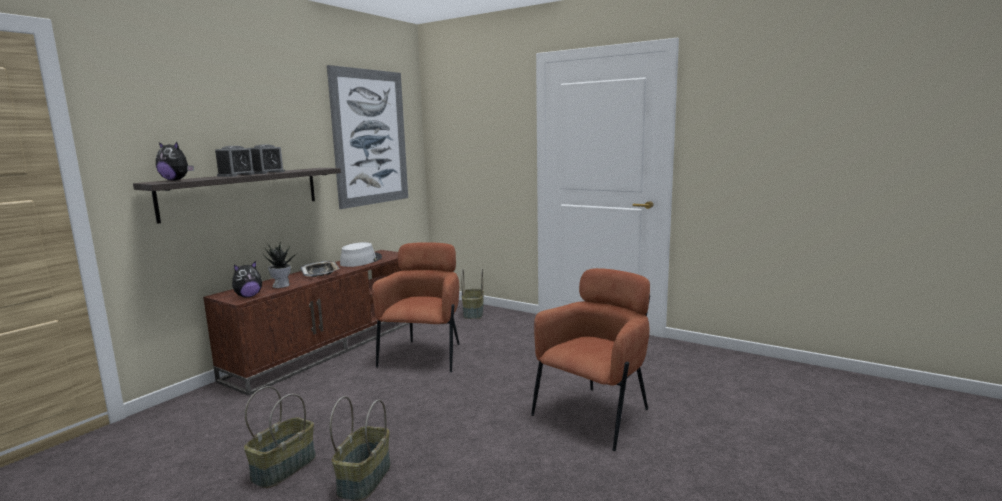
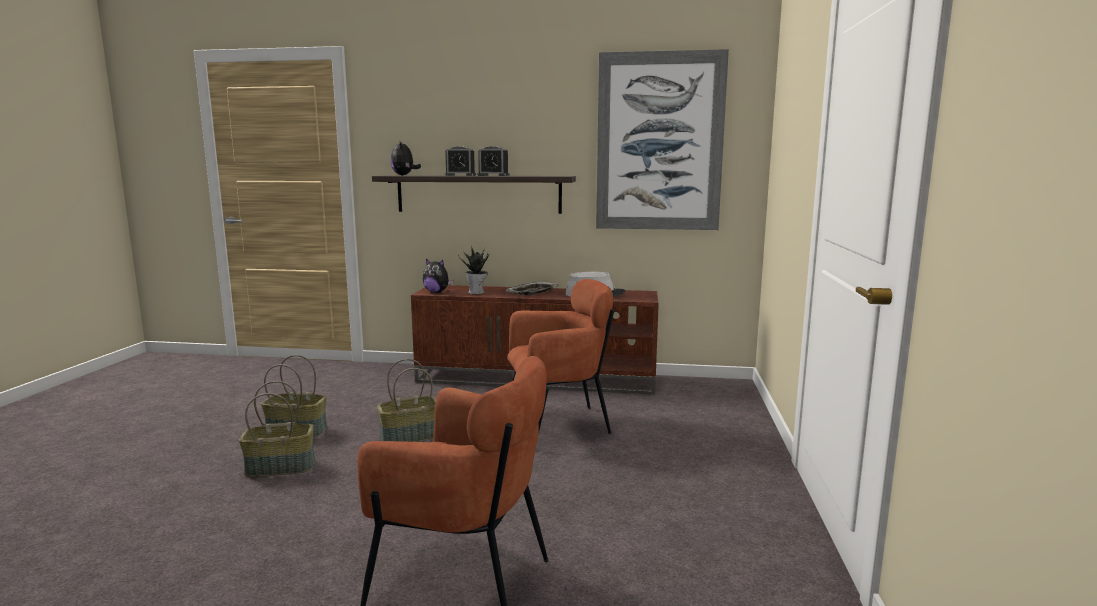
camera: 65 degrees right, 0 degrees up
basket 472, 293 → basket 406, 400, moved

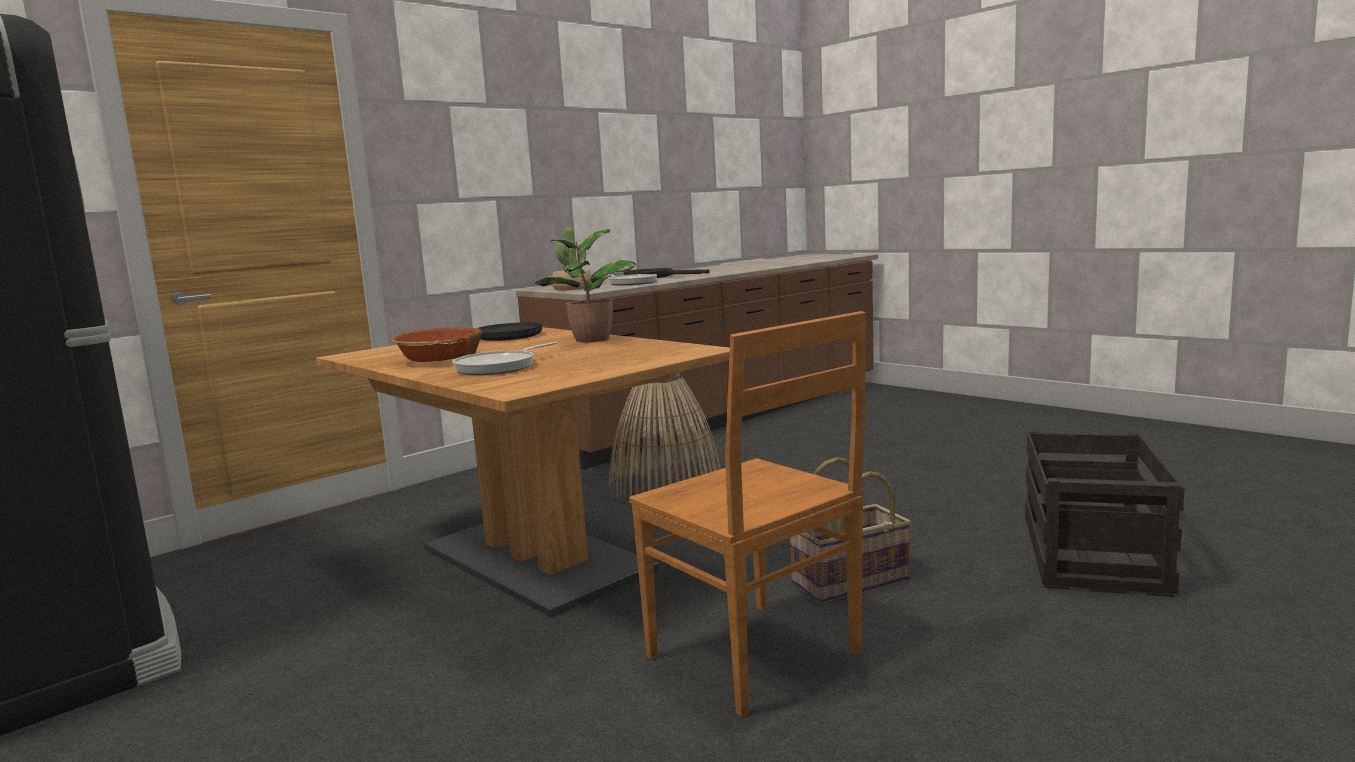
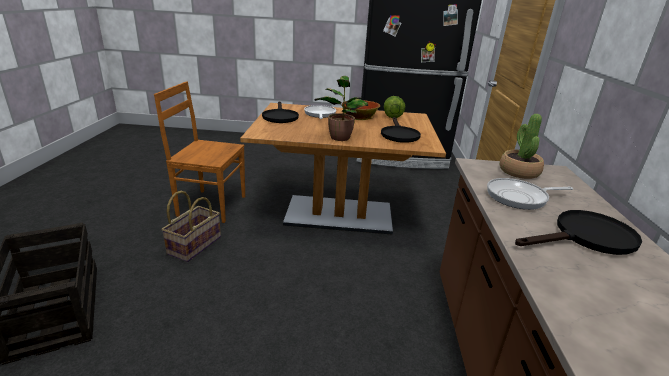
camera: 135 degrees right, 15 degrees up
- → black frying pan 280, 112
- → lettuce 395, 107
basket 665, 436 → -

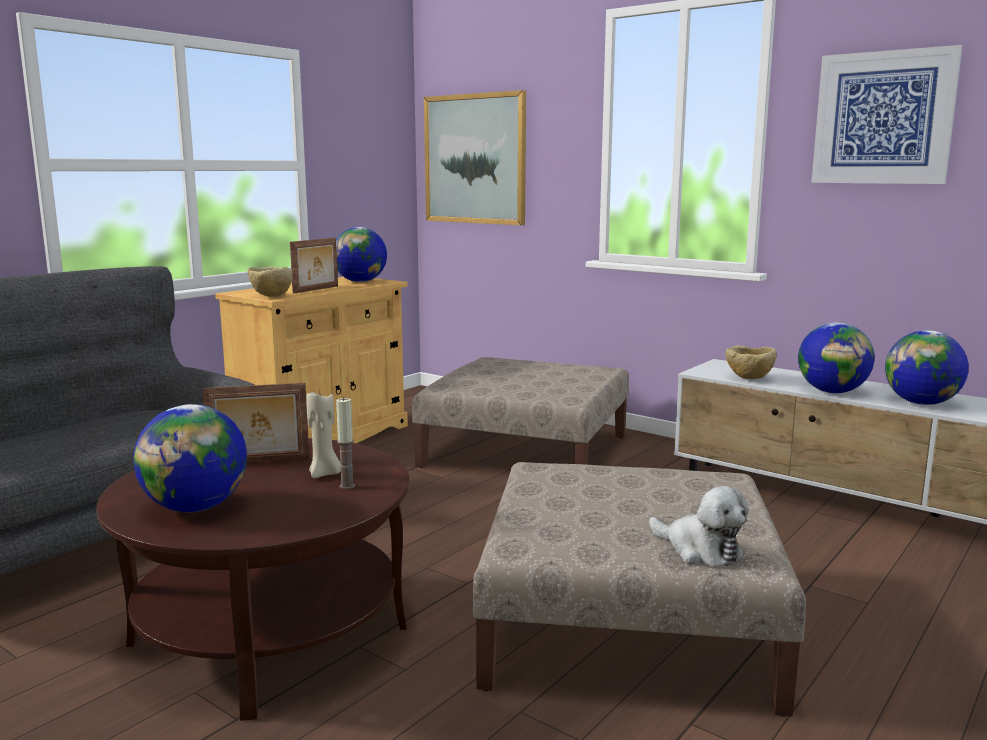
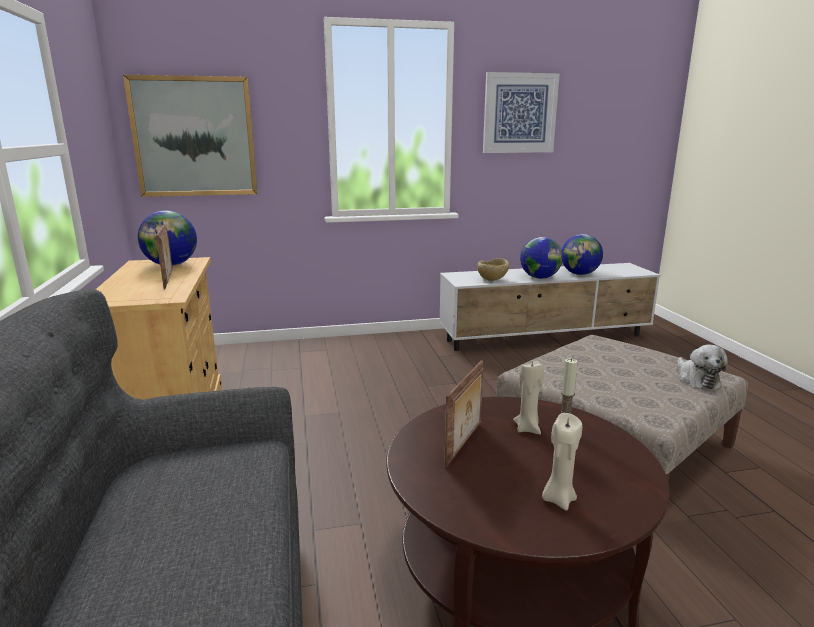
camera: 50 degrees left, 5 degrees up
globe 190, 458 → beige candle 562, 462
plush toy 699, 526 → plush toy 702, 367, 90 degrees clockwise
beige bowl 270, 281 → -
beige ottoman 520, 412 → -

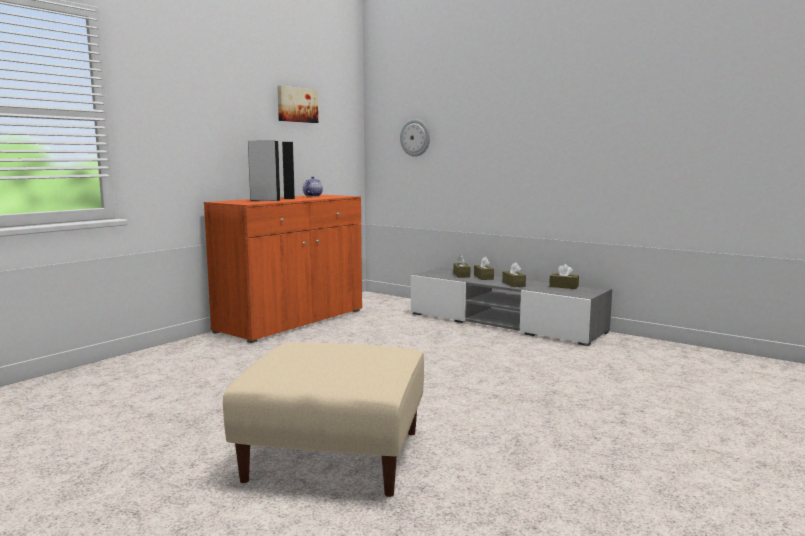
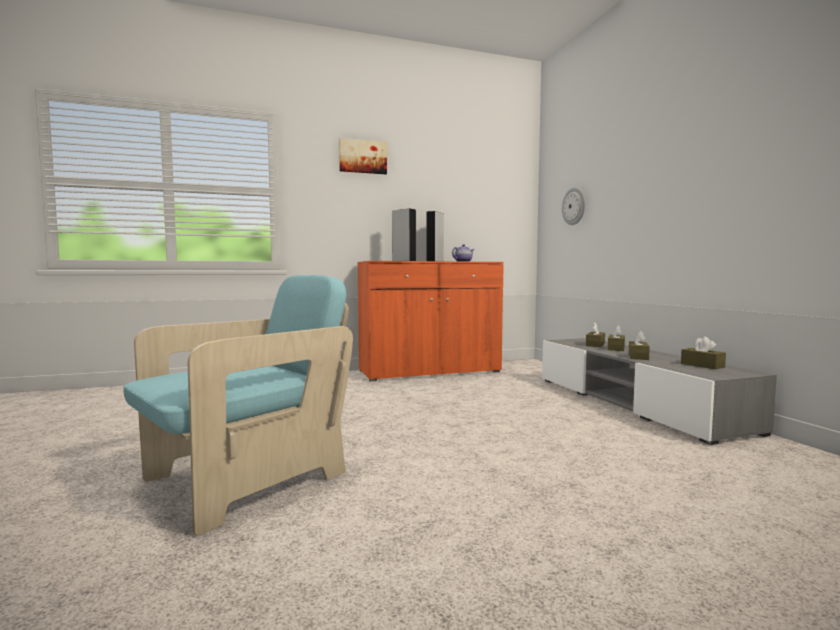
camera: 35 degrees right, 5 degrees down
beige ottoman 323, 419 → turquoise armchair 238, 405
picture 297, 104 → picture 363, 156, moved

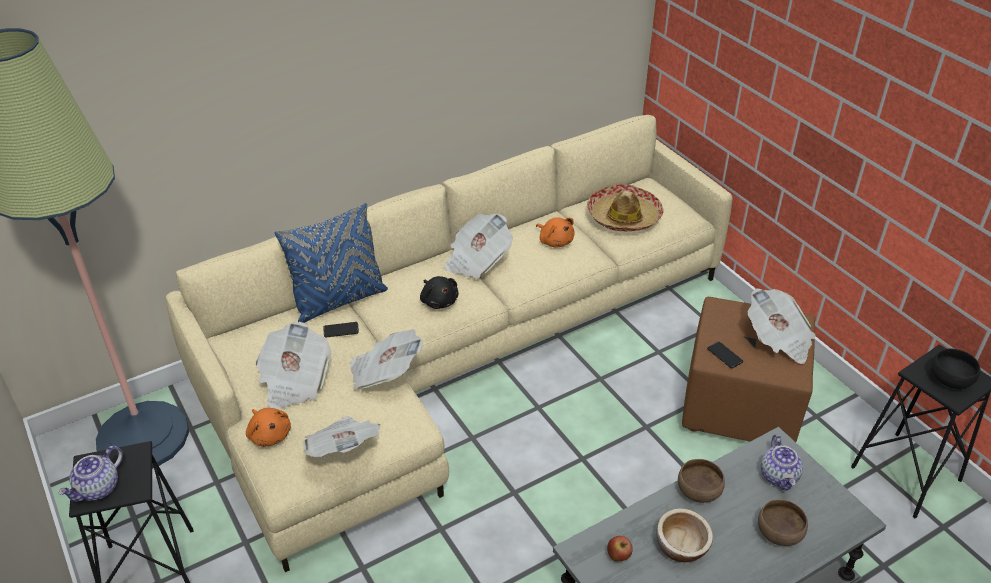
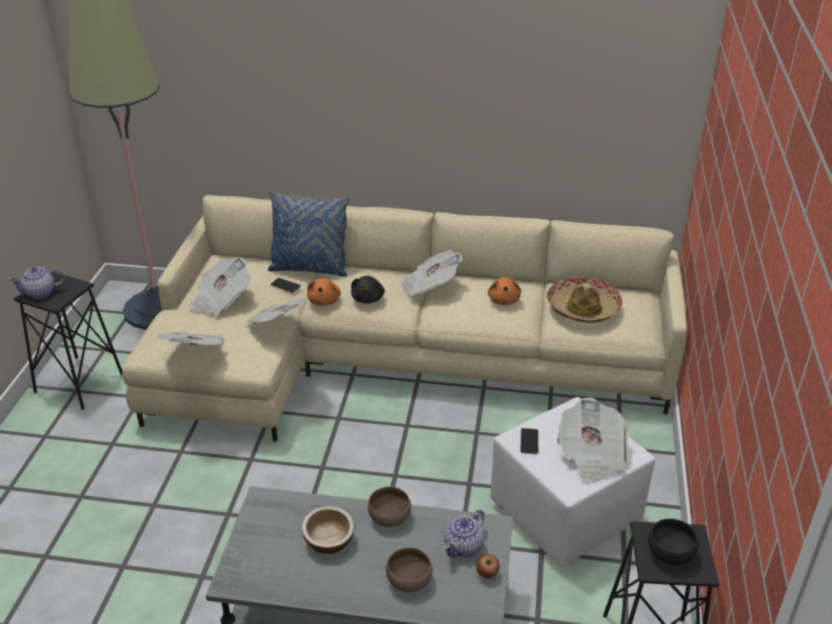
camera: 40 degrees right, 5 degrees down
orange plush toy 268, 427 → orange plush toy 324, 292, moved
apple 620, 548 → apple 488, 566, moved
brown ottoman 748, 369 → white ottoman 572, 482

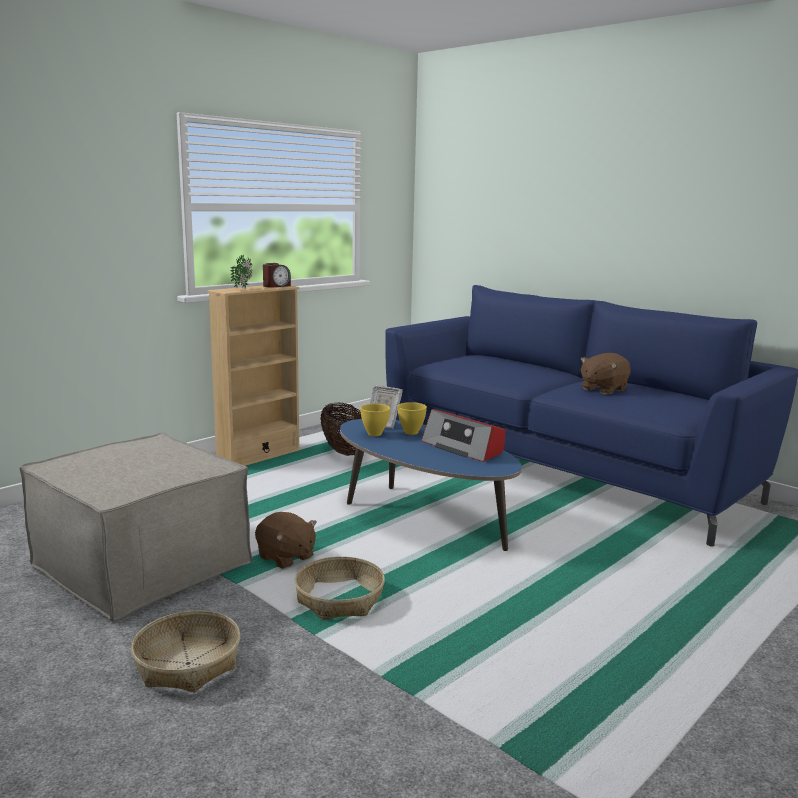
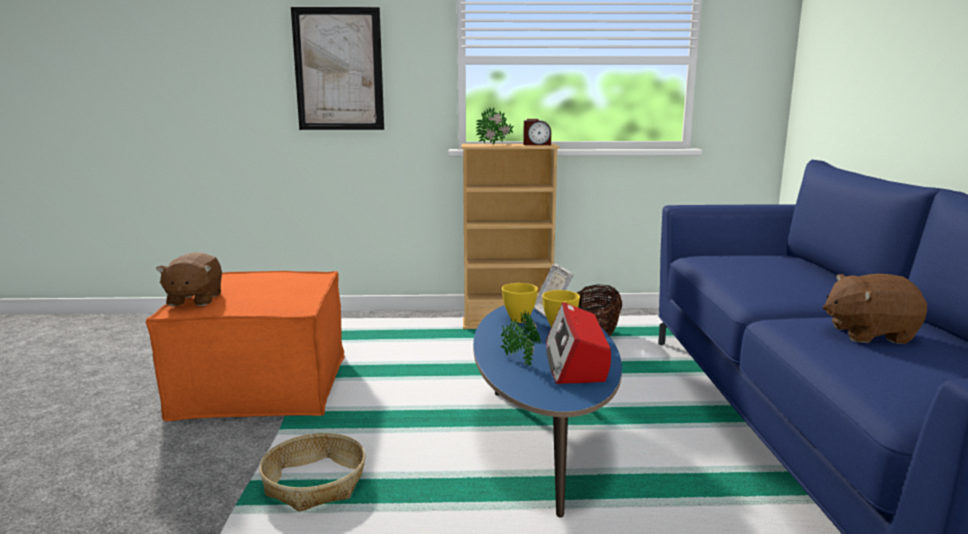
camera: 45 degrees right, 0 degrees up
beige ottoman 136, 526 → orange ottoman 245, 346
brown plush toy 286, 540 → brown plush toy 189, 279, moved
- → picture 337, 68
- → potted plant 520, 338
basket 185, 651 → -

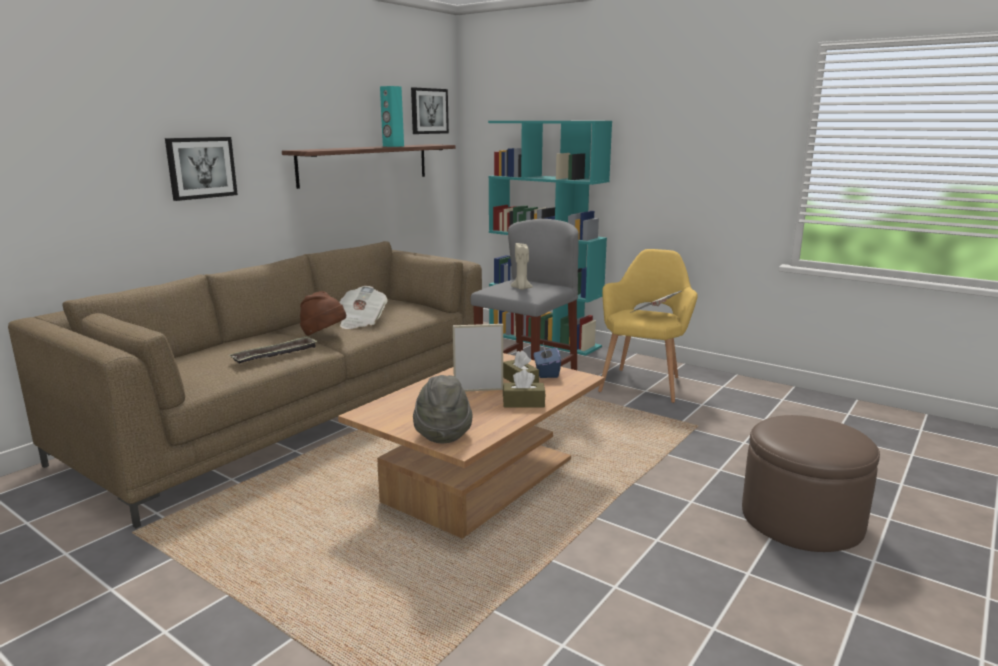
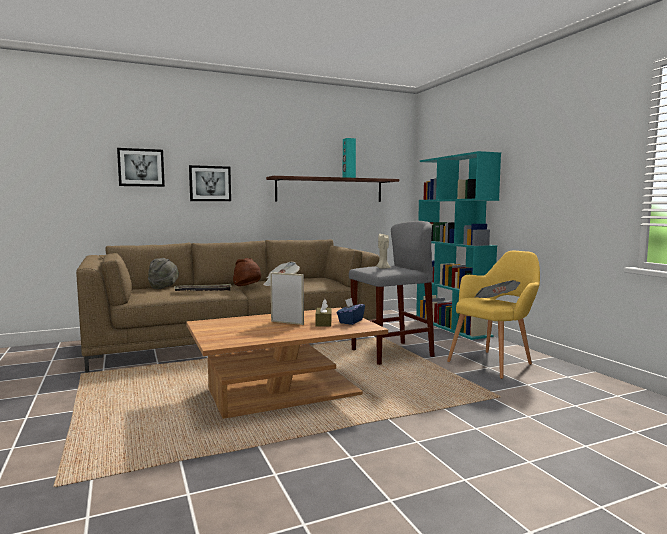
camera: 30 degrees right, 10 degrees down
picture 430, 111 → picture 141, 167, moved
grey hat 443, 409 → grey hat 163, 273, moved
brown tissue box 524, 389 → -
brown ottoman 811, 483 → -

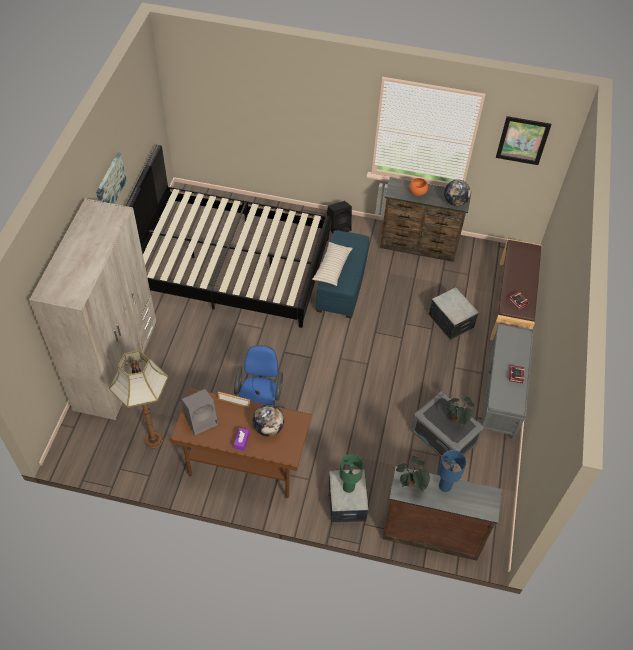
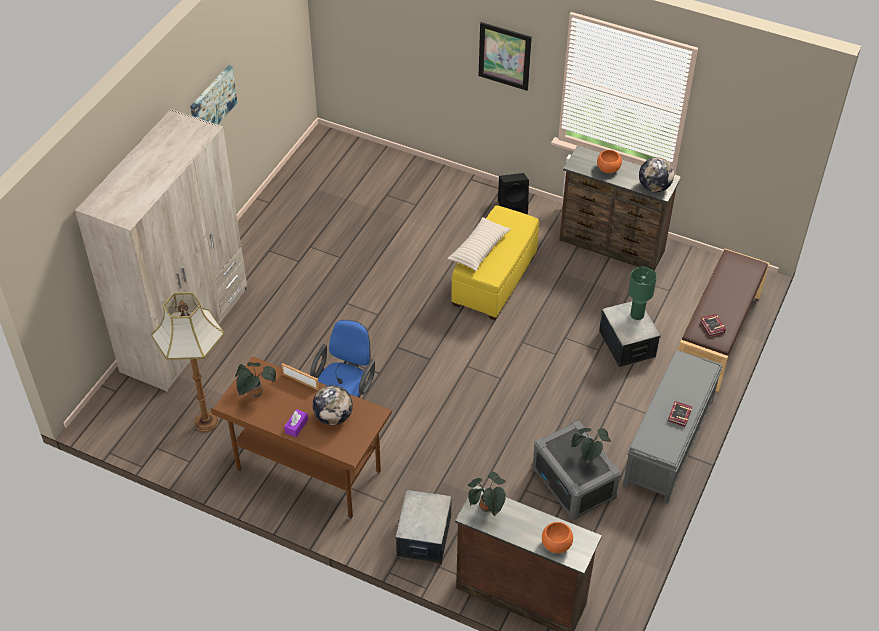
camera: 15 degrees right, 5 degrees down
grey speaker 200, 412 → potted plant 255, 379
blue ottoman 342, 274 → yellow ottoman 495, 263
picture 523, 140 → picture 505, 56, moved
- → orange bowl 557, 537
green table lamp 351, 473 → green table lamp 642, 293, moved
black bed 228, 236 → -
blue table lamp 452, 471 → -

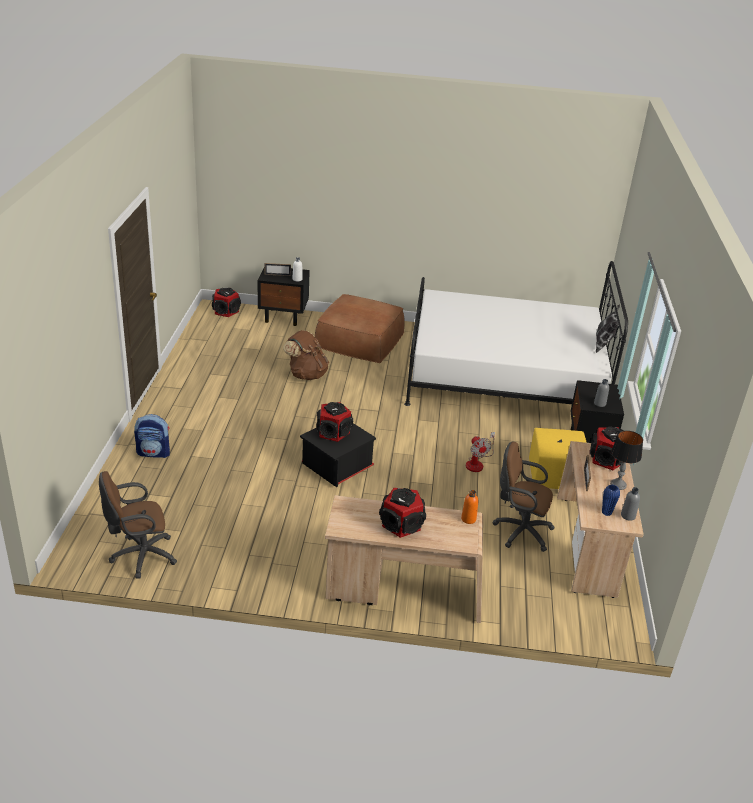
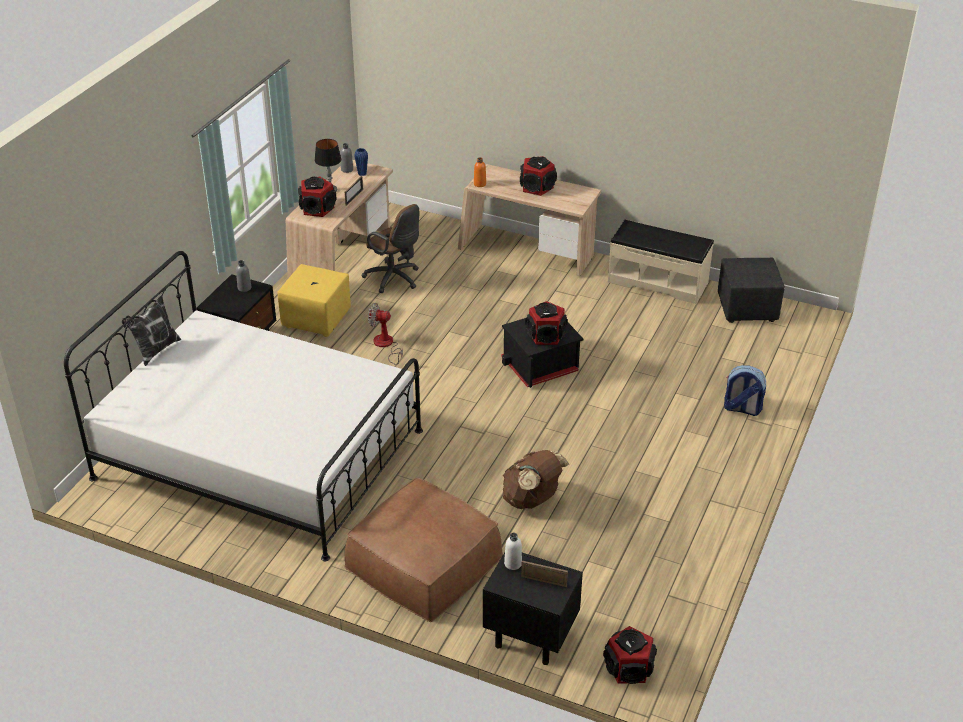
camera: 160 degrees left, 5 degrees up
fan 480, 452 → fan 385, 334, 75 degrees counterclockwise
- → beige bench 661, 262
brown office chair 138, 525 → black ottoman 751, 290

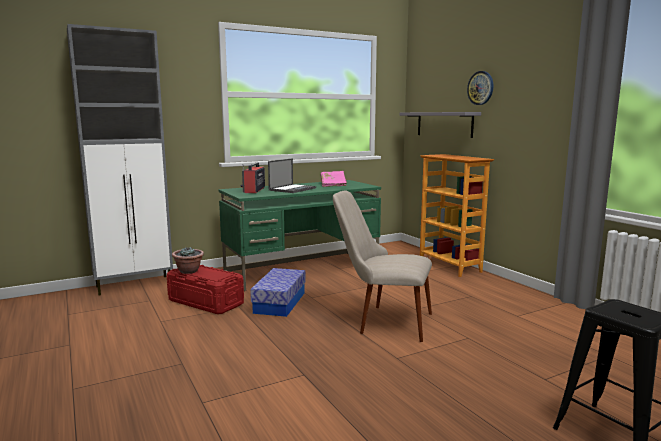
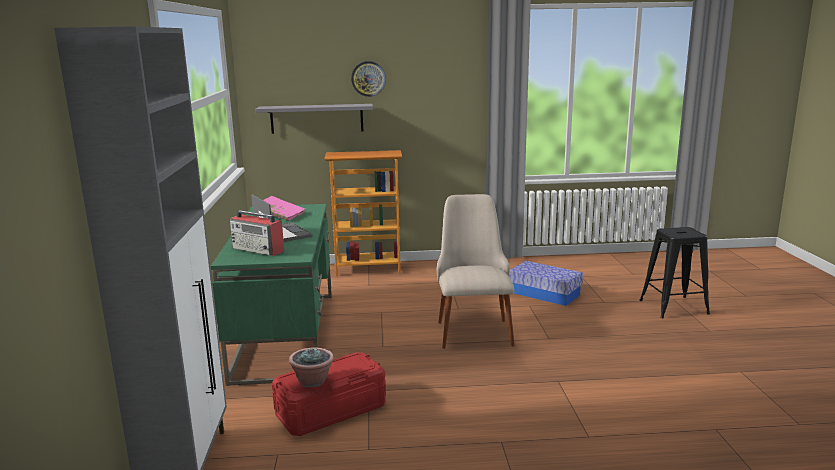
camera: 65 degrees left, 5 degrees up
beige chair 382, 266 → beige chair 475, 271, 135 degrees clockwise
storage box 278, 292 → storage box 546, 283, moved

